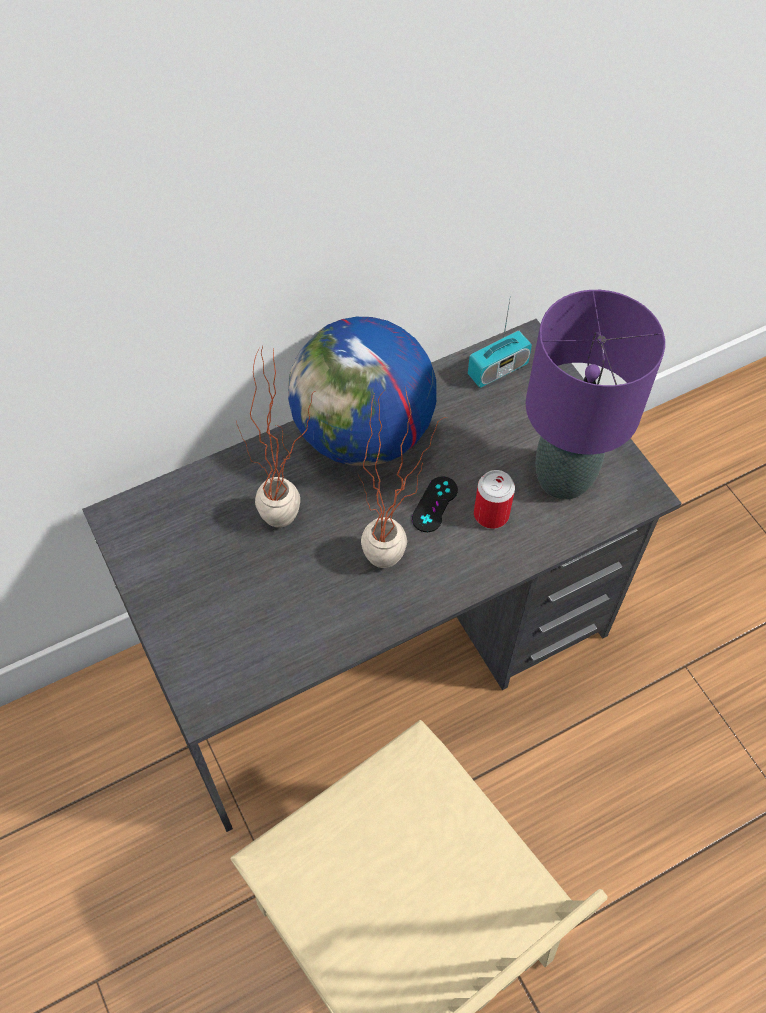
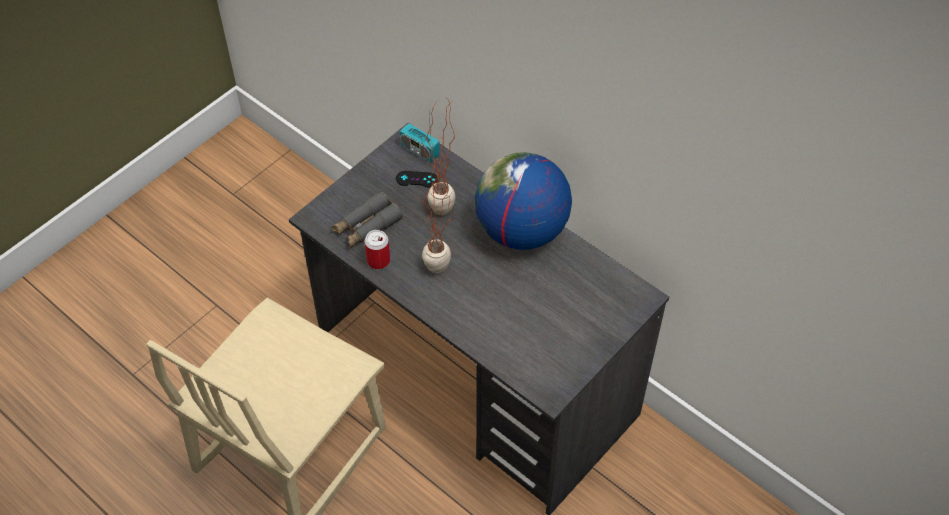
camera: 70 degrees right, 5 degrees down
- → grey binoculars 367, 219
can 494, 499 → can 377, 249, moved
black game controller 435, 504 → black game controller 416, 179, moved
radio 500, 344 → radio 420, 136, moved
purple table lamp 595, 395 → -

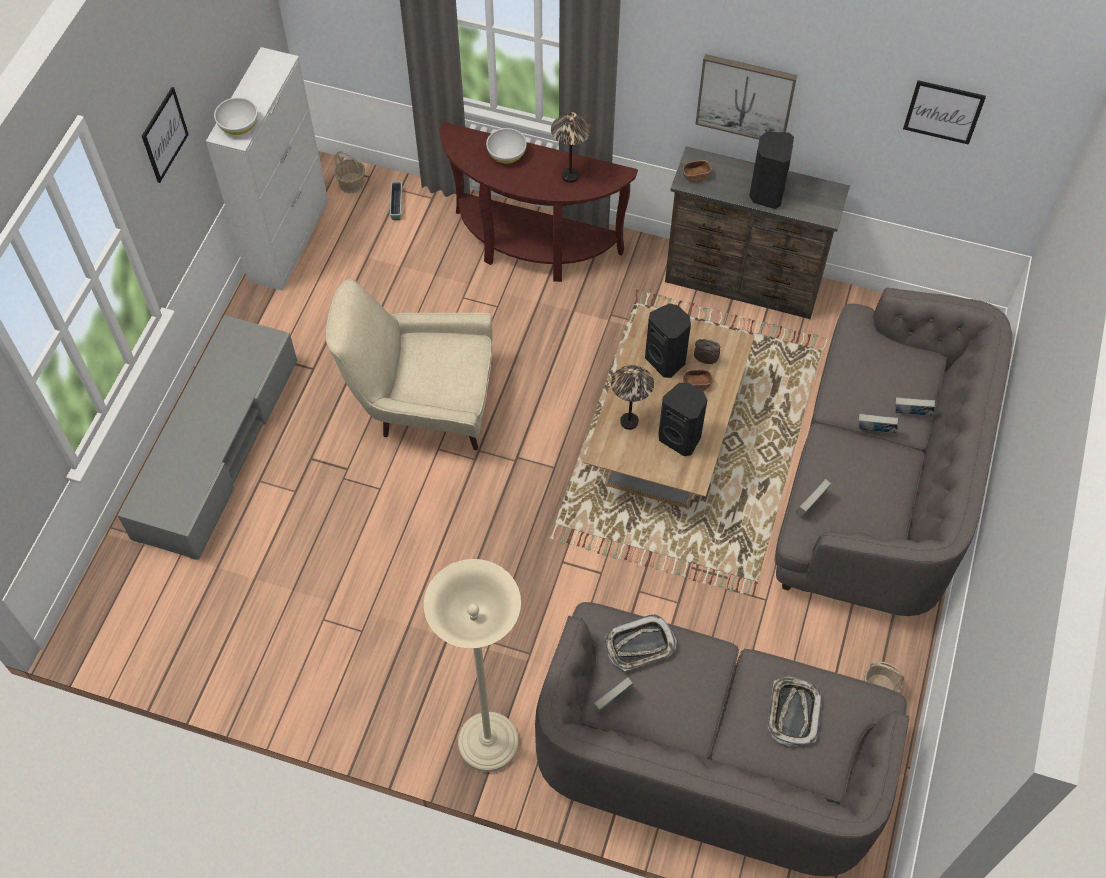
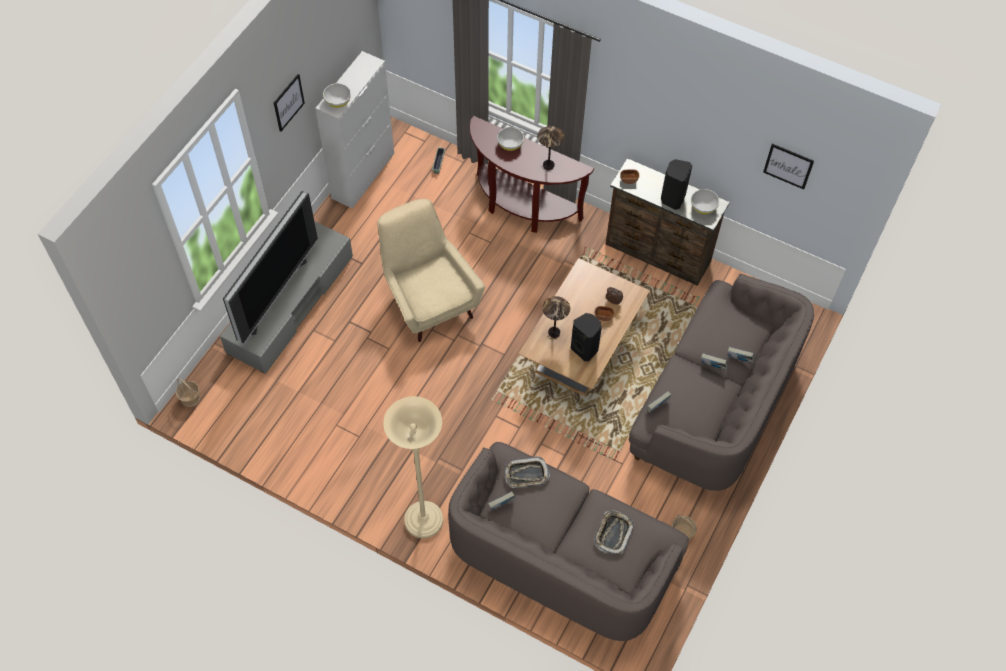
camera: 10 degrees right, 0 degrees up
basket 349, 172 → basket 188, 392, moved
- → television 270, 267
beige armchair 409, 364 → beige armchair 431, 270, 45 degrees clockwise
- → white bowl 705, 201
black speaker 668, 340 → -
picture 746, 96 → -

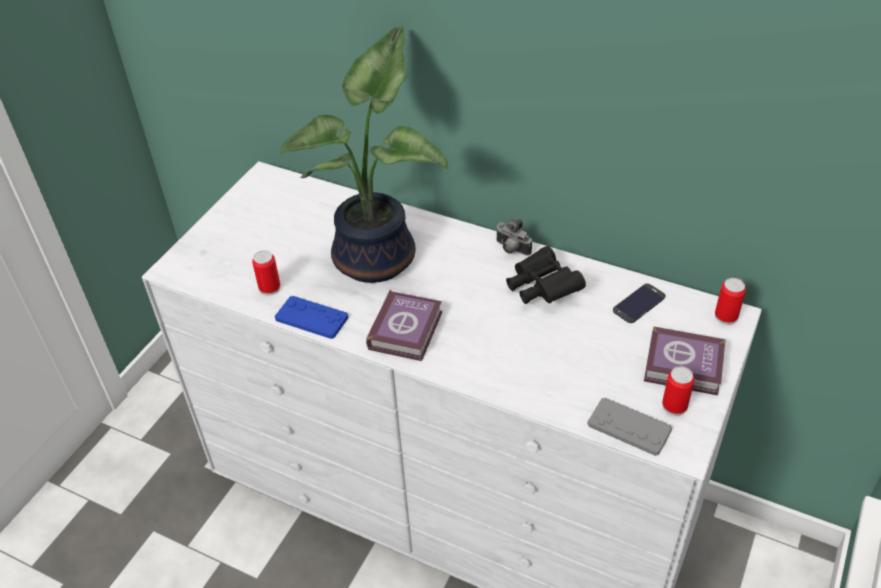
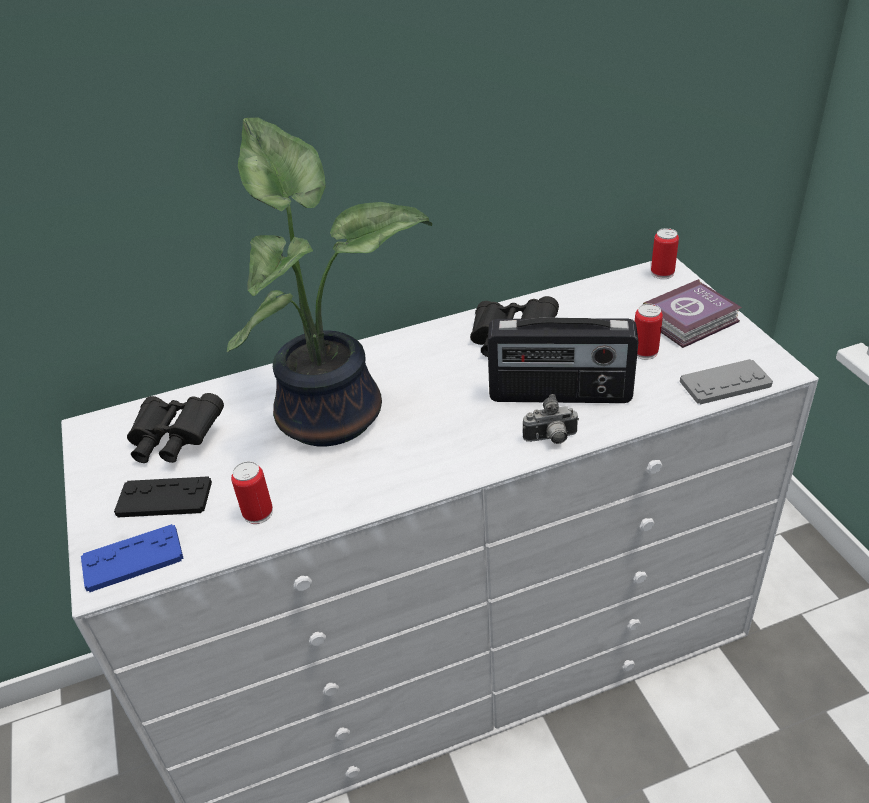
camera: 45 degrees left, 5 degrees down
blue game controller 311, 317 → blue game controller 132, 558, moved
- → black game controller 163, 496
- → black binoculars 175, 428
- → radio 563, 360
photo camera 513, 237 → photo camera 551, 419, moved
can 678, 391 → can 649, 332, moved
book 404, 325 → -
phone 639, 303 → -

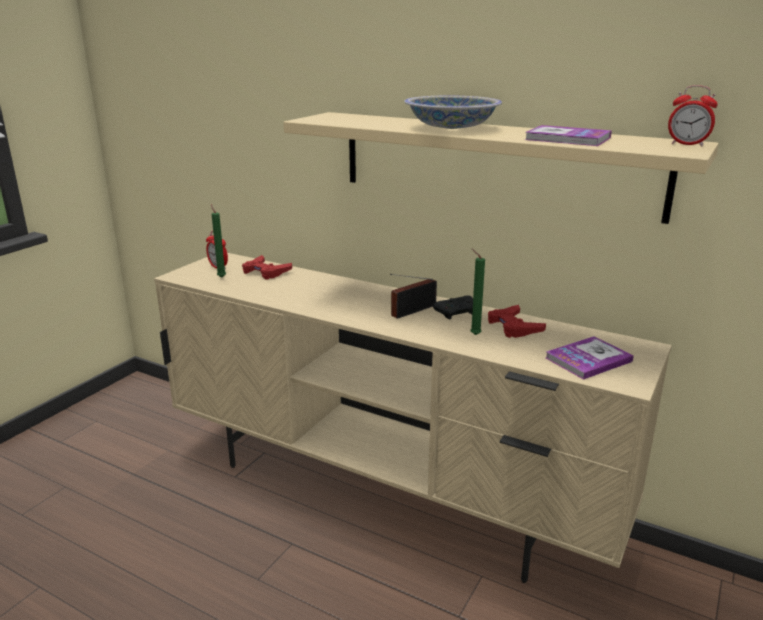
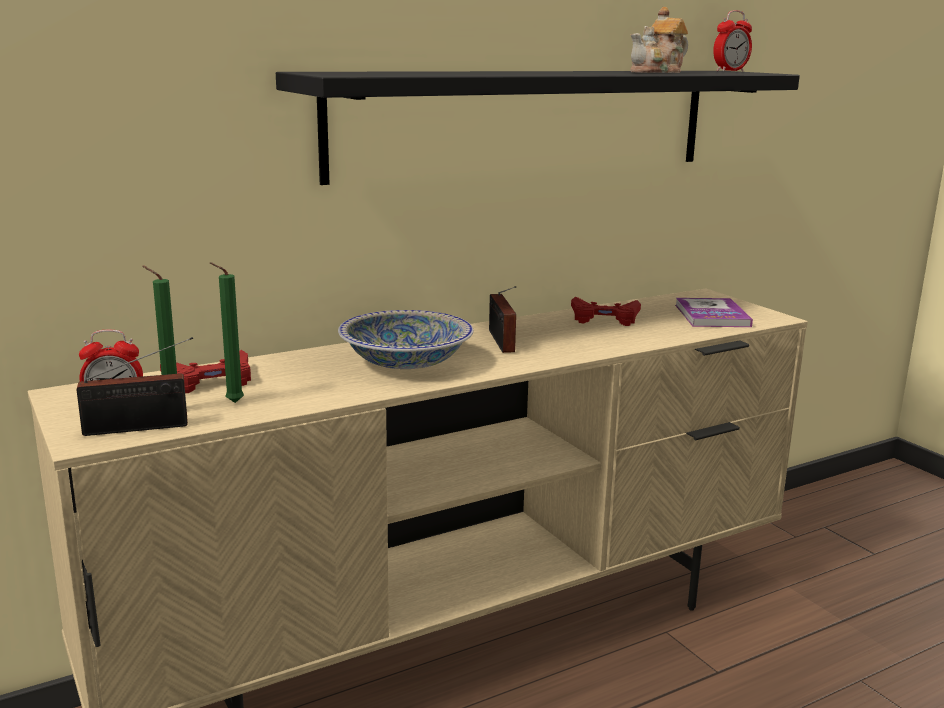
camera: 60 degrees left, 5 degrees down
- → radio 135, 386
green candle 477, 292 → green candle 227, 332, moved
beige shelf 501, 168 → black shelf 538, 128
bowl 453, 112 → bowl 405, 339, moved
book 568, 135 → teapot 659, 40
black game controller 453, 307 → -

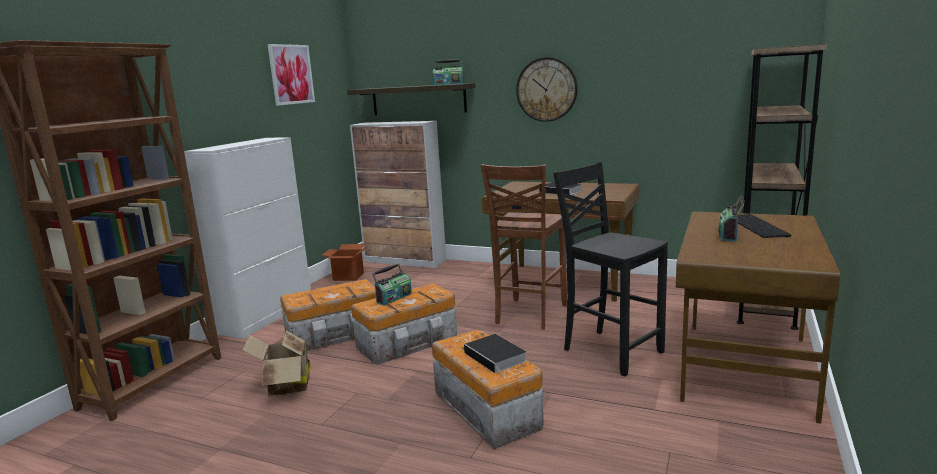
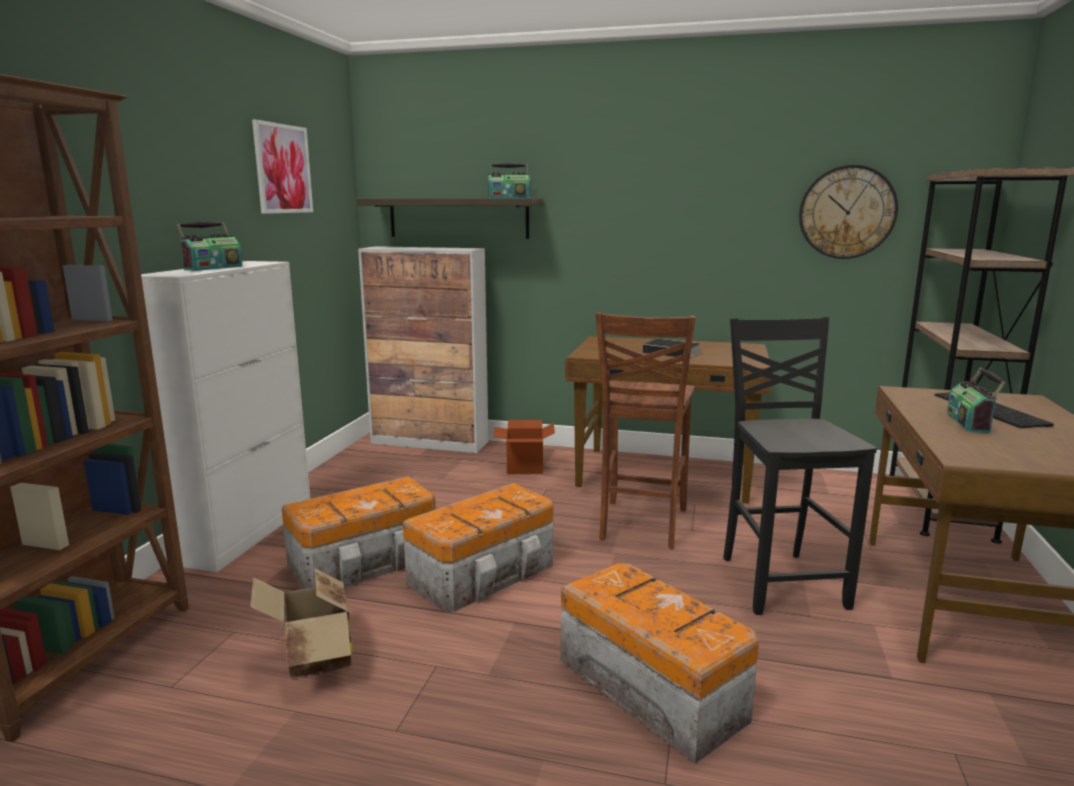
camera: 10 degrees left, 0 degrees up
radio 392, 285 → radio 210, 246, moved
cardboard box 345, 262 → cardboard box 524, 447, moved
black chair 610, 269 → black chair 800, 466, 45 degrees clockwise
wall clock 547, 89 → wall clock 848, 212, moved
book 495, 355 → -

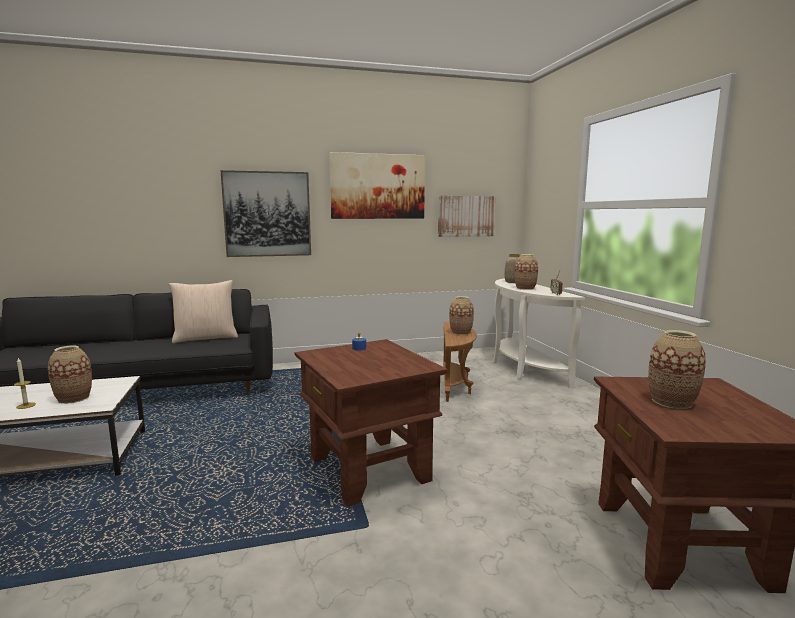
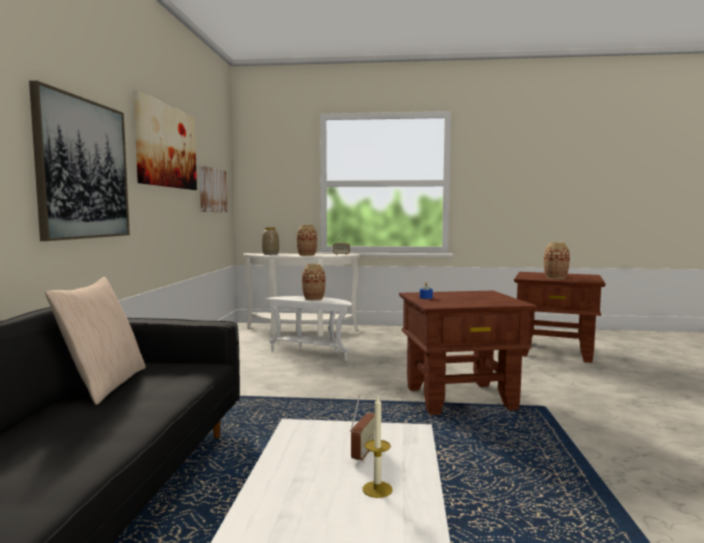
camera: 70 degrees left, 5 degrees down
brown side table 460, 362 → white side table 309, 328
vase 70, 374 → radio 362, 428

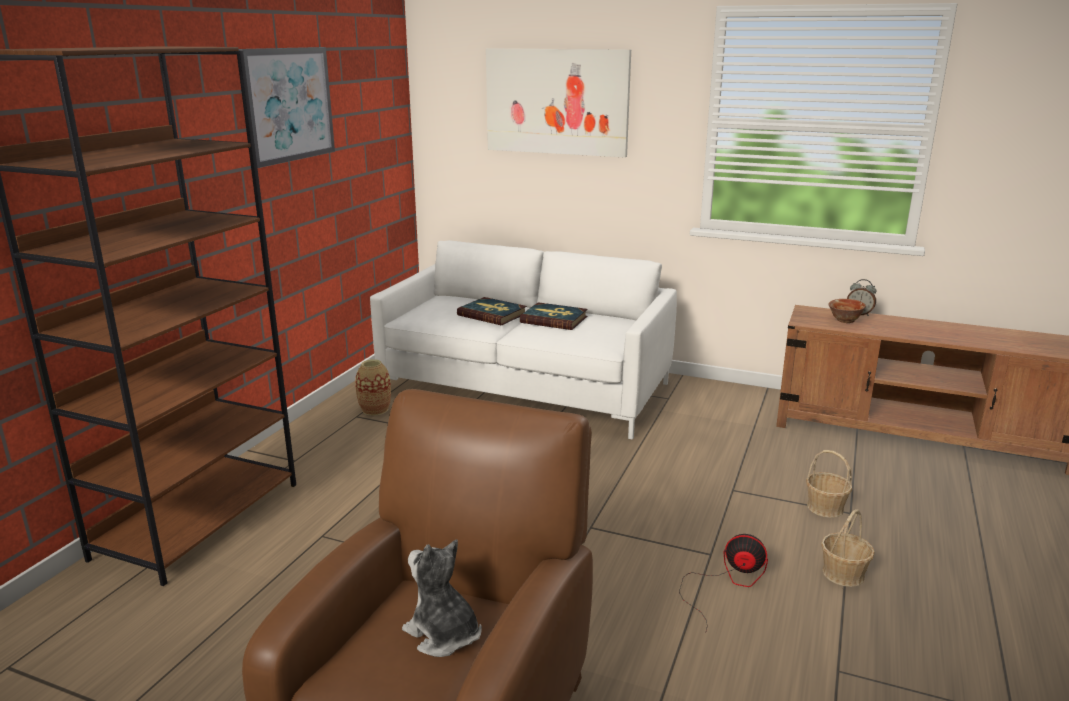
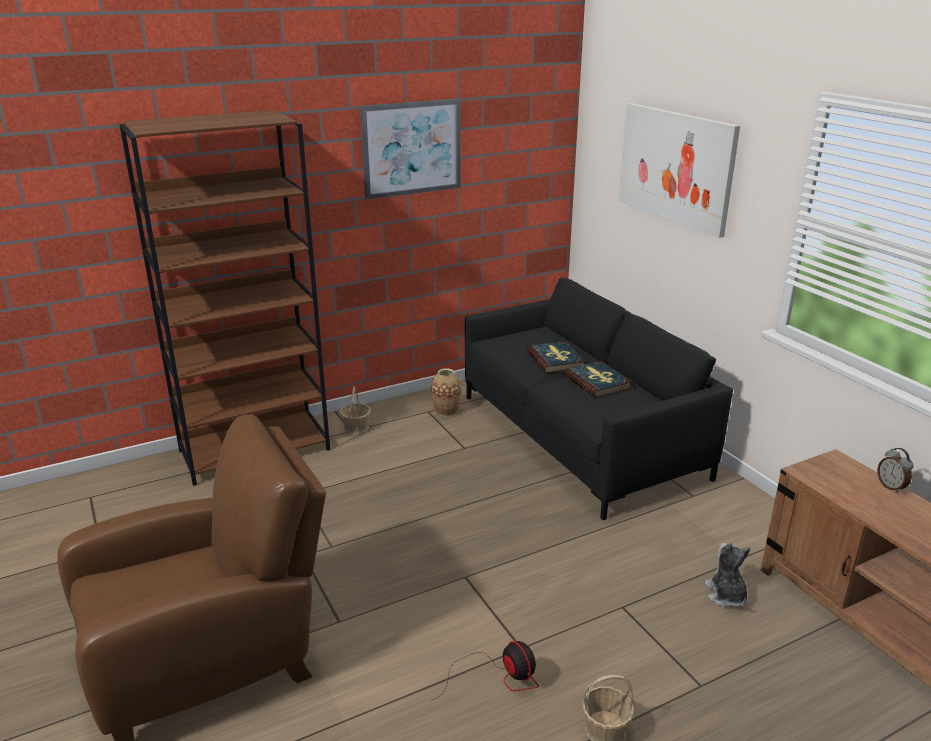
camera: 40 degrees right, 5 degrees up
basket 829, 484 → basket 355, 410, moved
white sofa 523, 340 → black sofa 599, 398
plush toy 442, 598 → plush toy 728, 575, moved
bowl 847, 311 → -

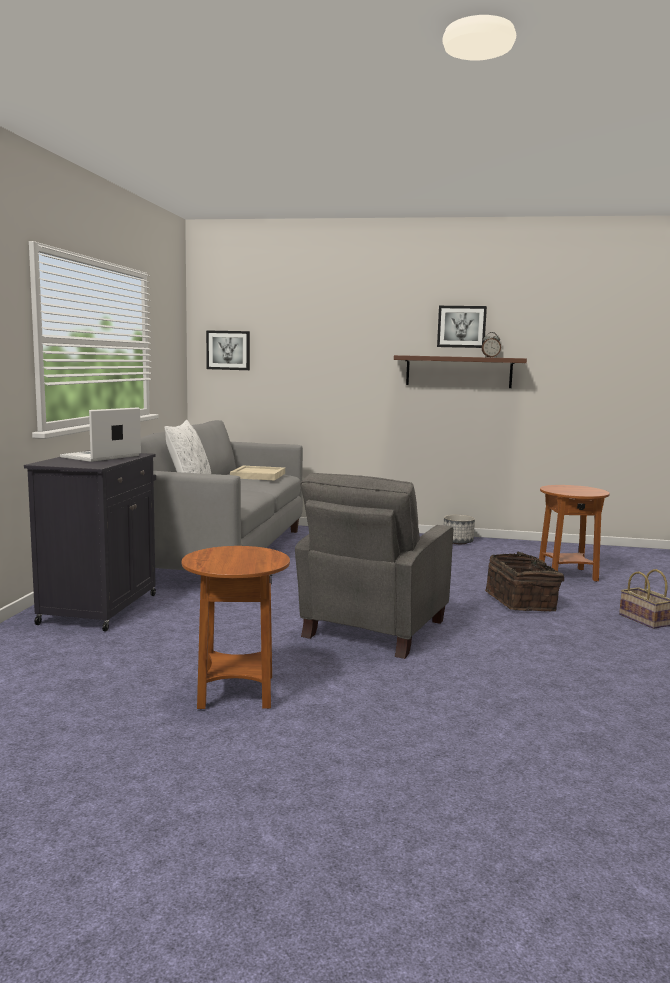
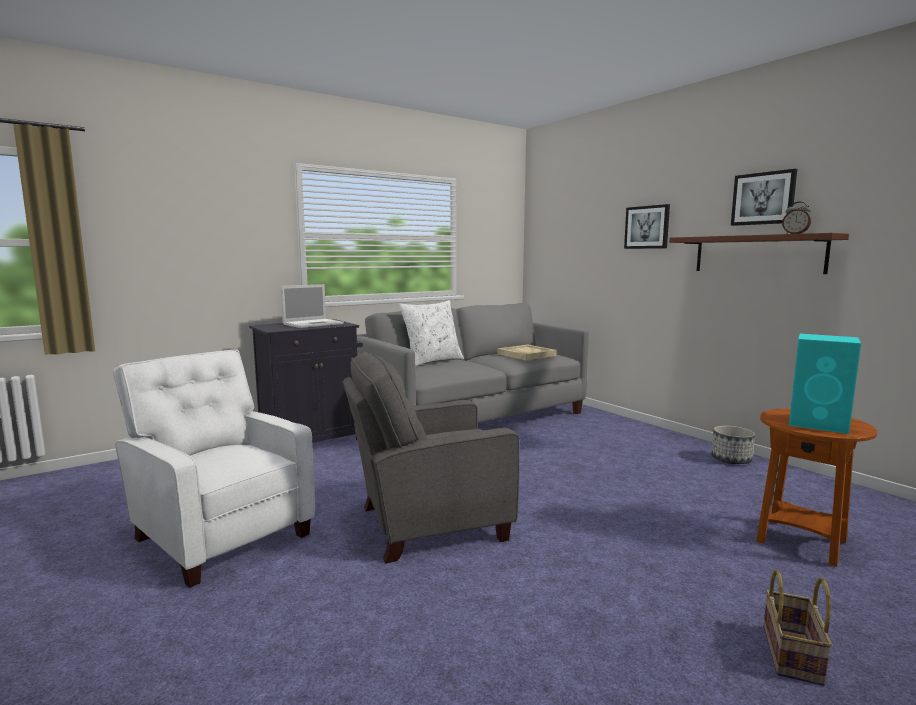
camera: 45 degrees right, 0 degrees up
brown side table 236, 627 → white armchair 214, 468
laptop 100, 434 → laptop 312, 306, 150 degrees clockwise
picture 228, 350 → picture 647, 226, moved
- → turquoise speaker 825, 384
basket 524, 582 → -

